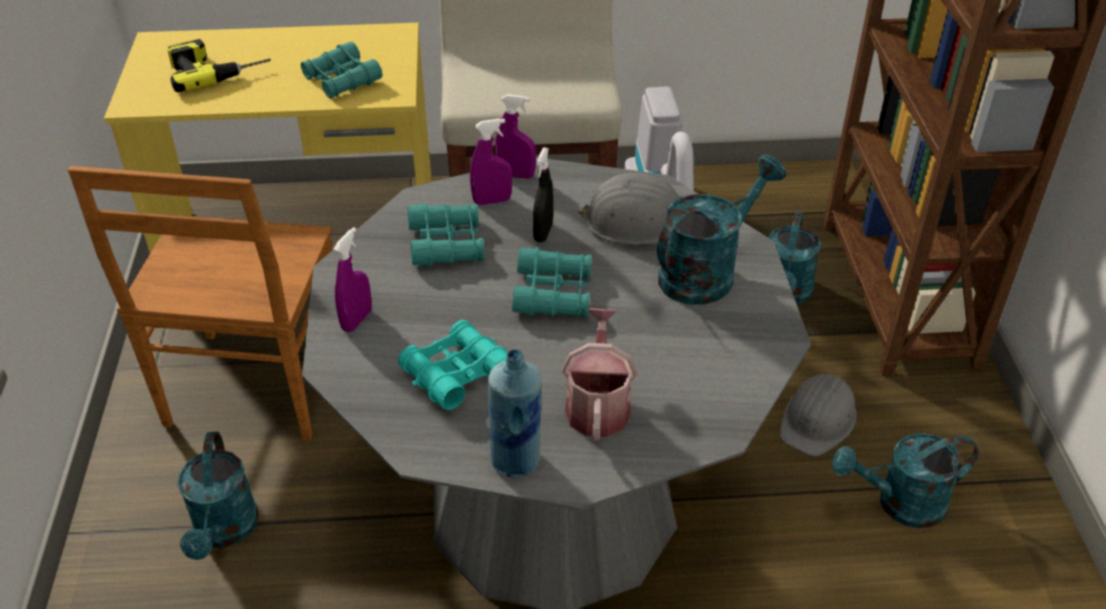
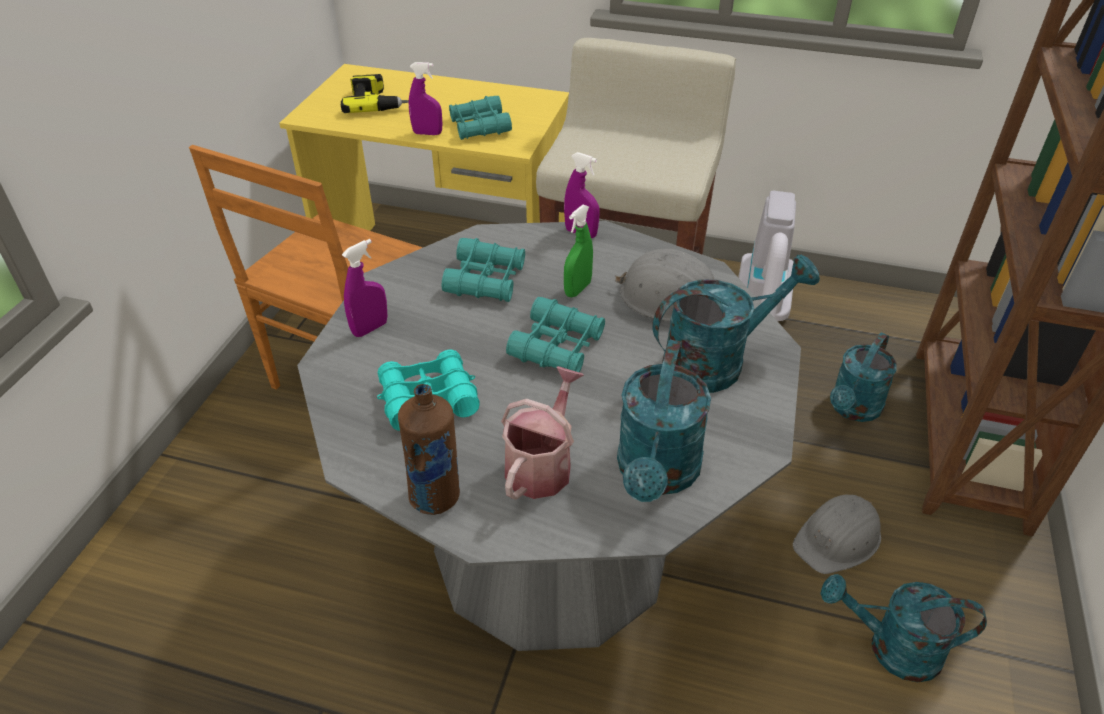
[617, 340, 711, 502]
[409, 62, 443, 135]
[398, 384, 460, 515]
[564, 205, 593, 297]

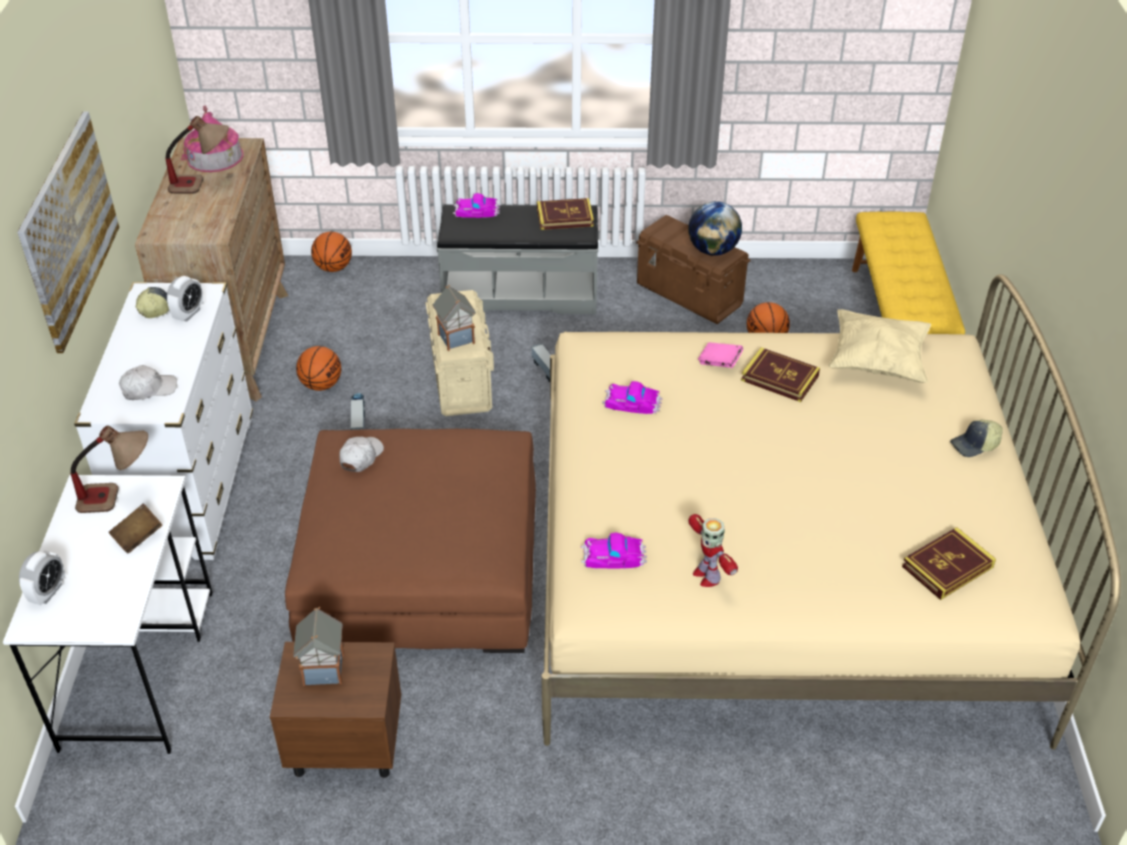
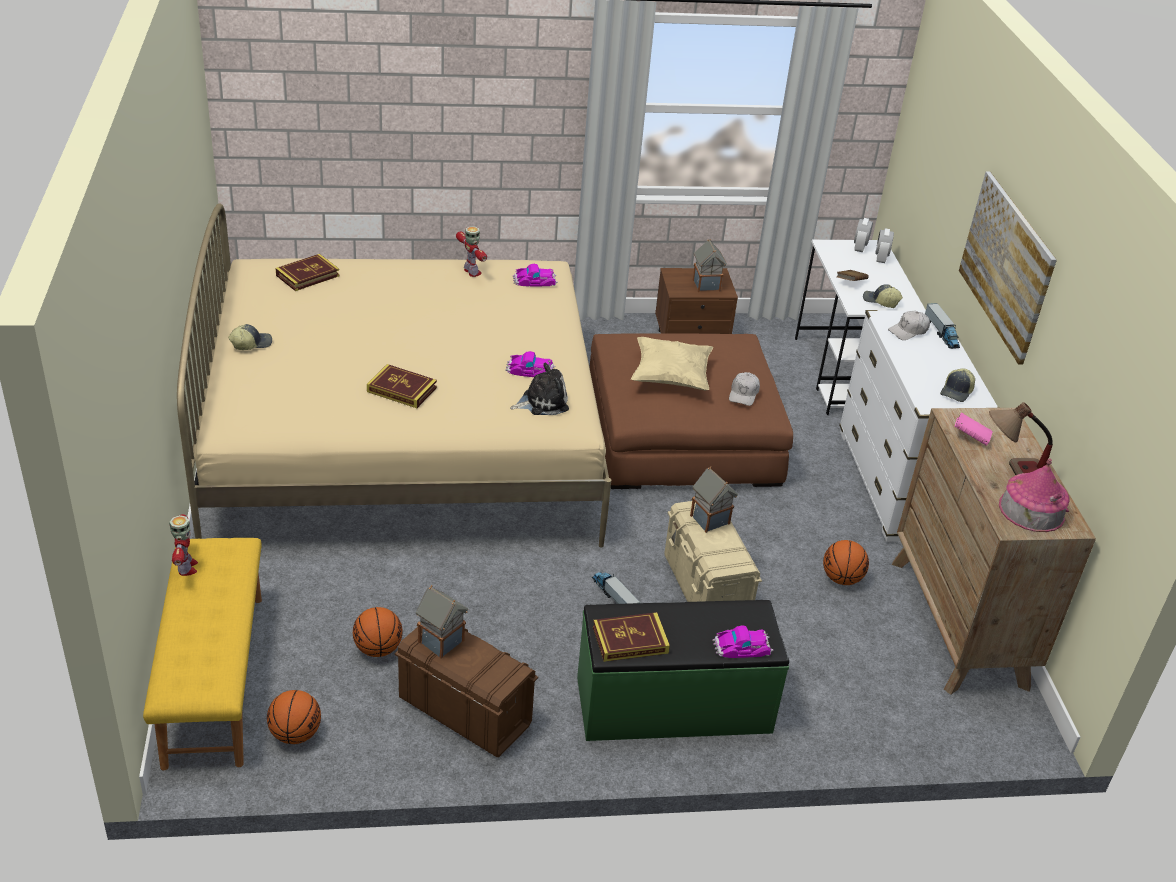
[169, 514, 198, 576]
[510, 363, 569, 415]
[854, 218, 873, 252]
[267, 690, 321, 744]
[925, 303, 960, 349]
[955, 412, 992, 446]
[631, 337, 713, 391]
[863, 284, 903, 308]
[416, 585, 468, 659]
[577, 600, 789, 741]

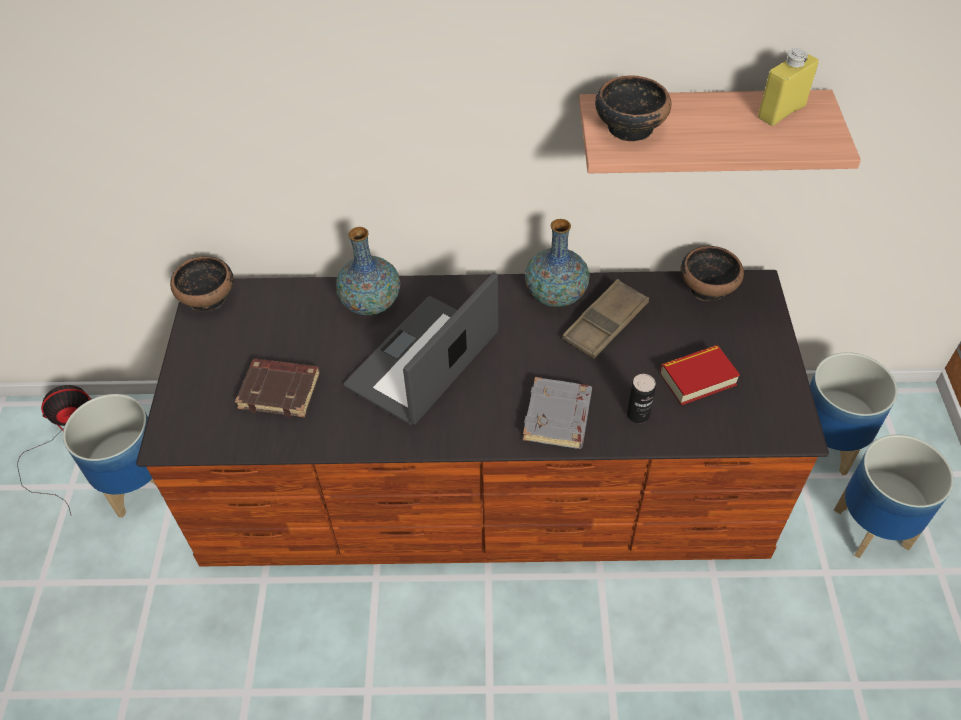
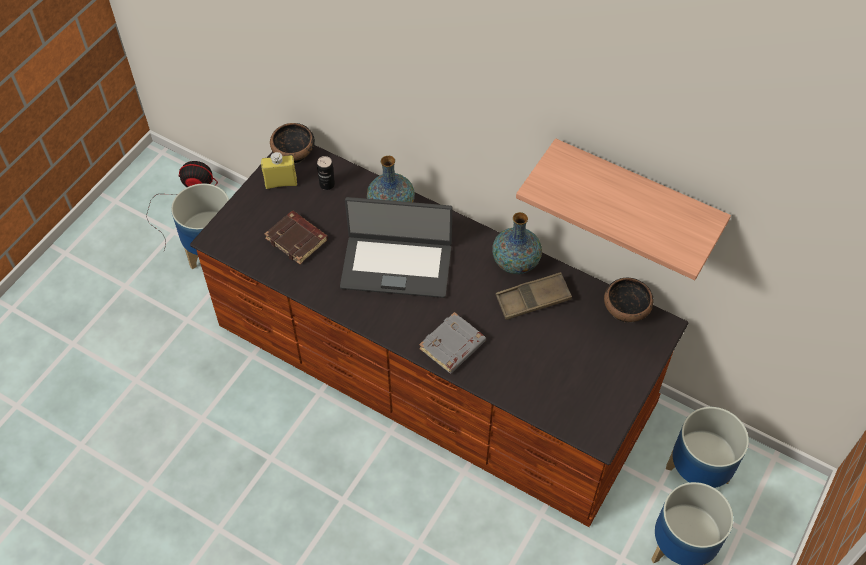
[595, 76, 671, 142] (first image)
[660, 345, 740, 406] (first image)
[317, 156, 335, 190]
[261, 152, 297, 189]
[340, 197, 453, 298]

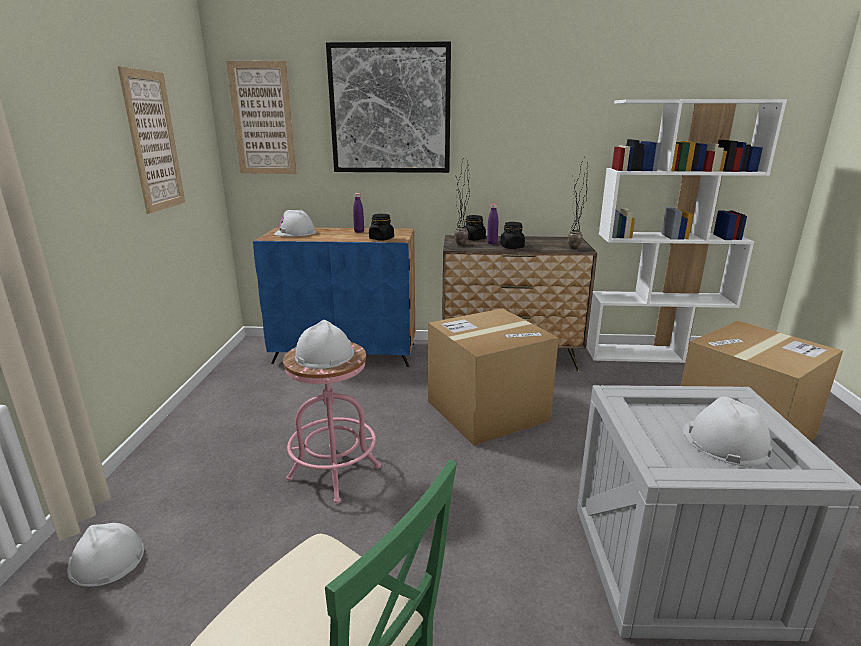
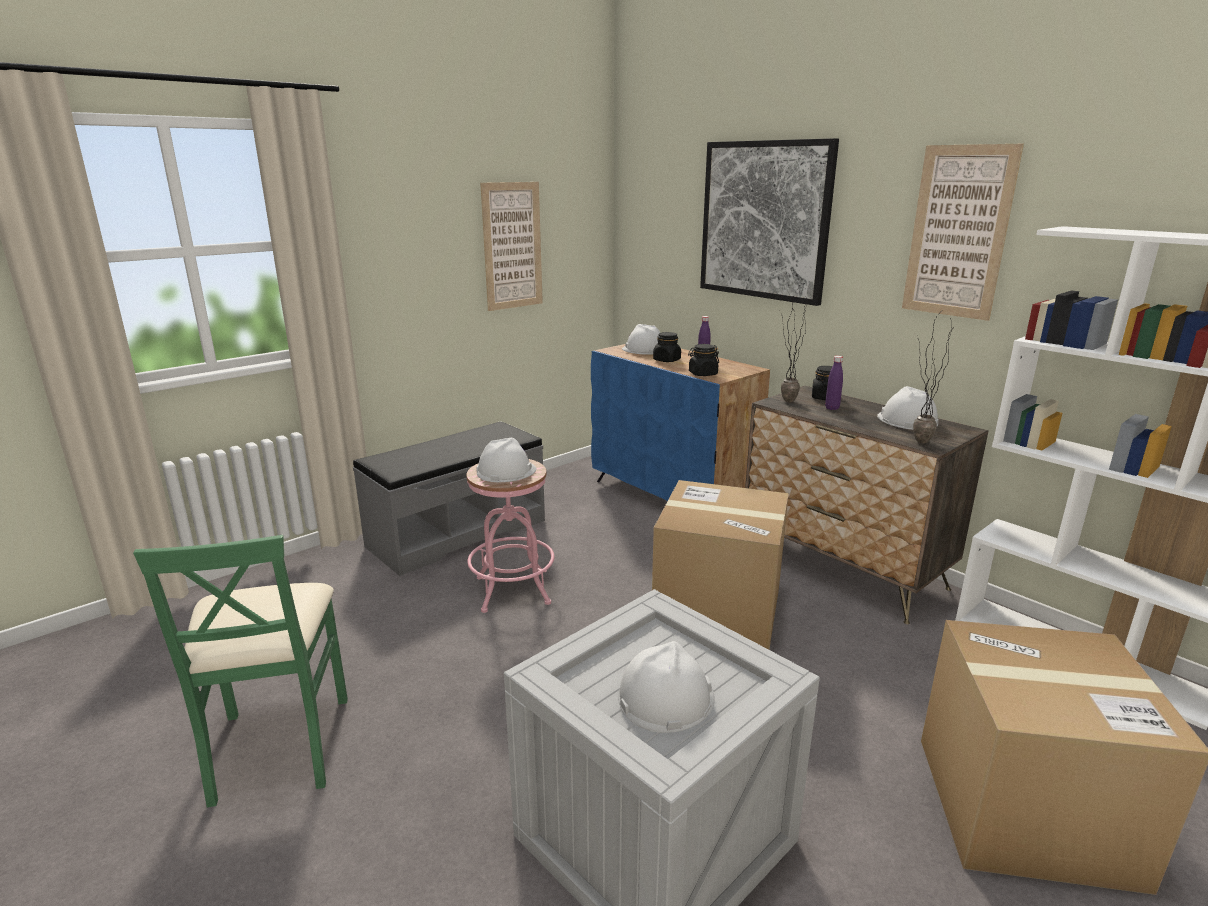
[353, 421, 545, 576]
[877, 386, 939, 430]
[902, 144, 1024, 321]
[653, 332, 681, 362]

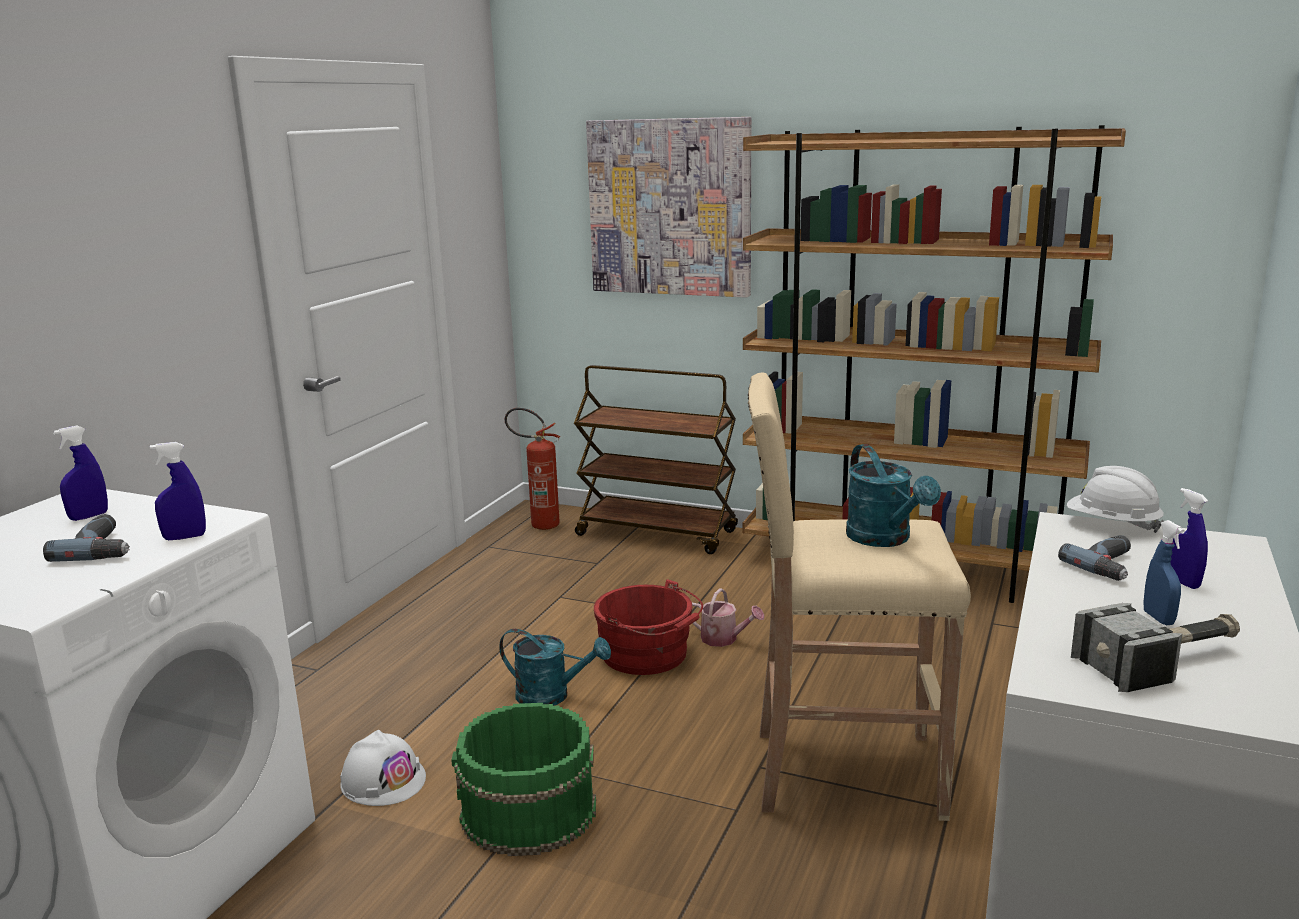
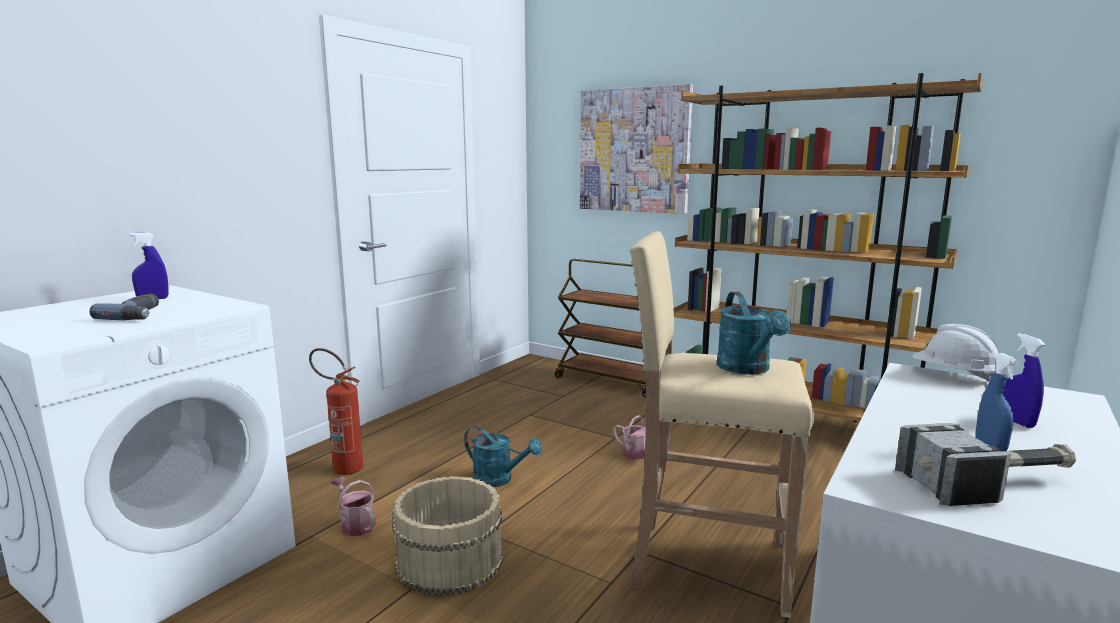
[150, 442, 206, 540] (first image)
[594, 579, 703, 675] (first image)
[1058, 535, 1131, 581] (first image)
[309, 348, 363, 475]
[331, 477, 376, 536]
[392, 476, 504, 596]

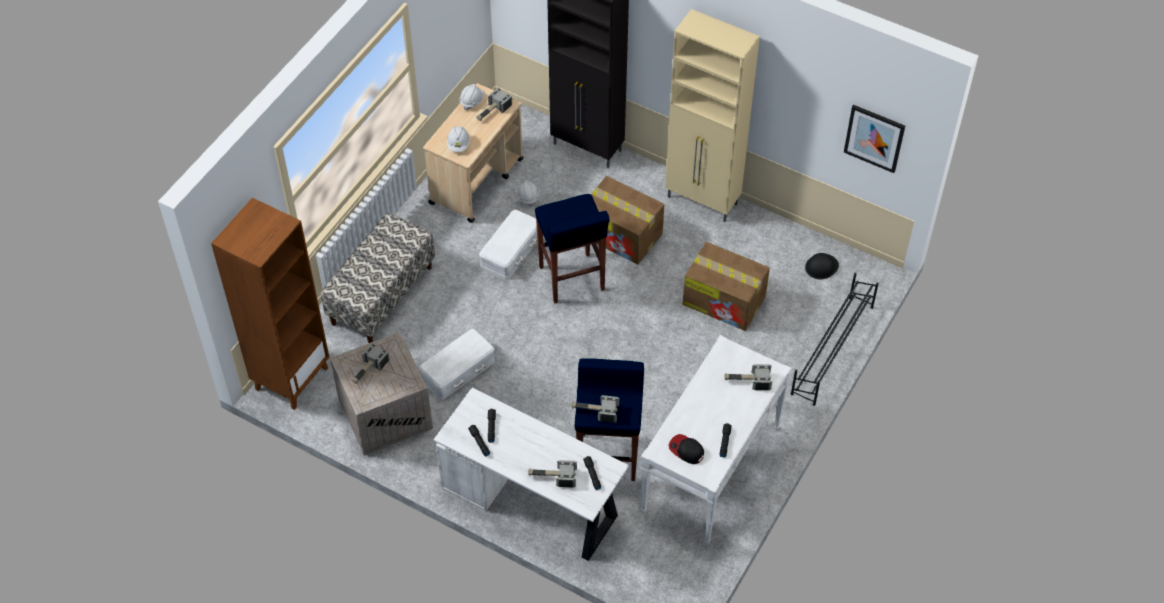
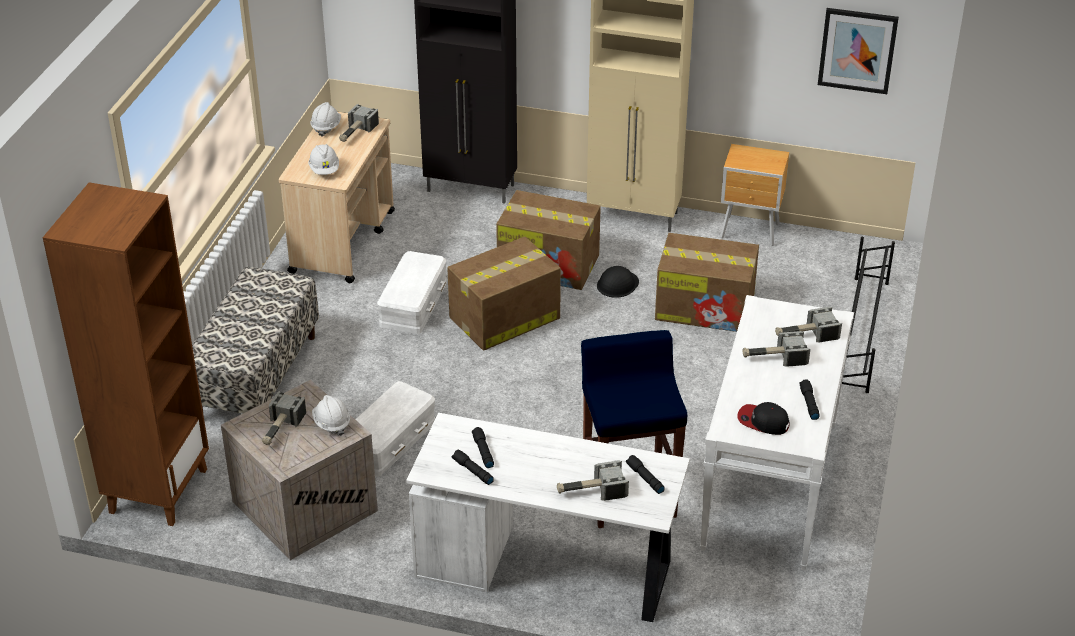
[720, 144, 789, 246]
[312, 395, 350, 436]
[742, 331, 810, 367]
[597, 266, 639, 298]
[447, 237, 561, 351]

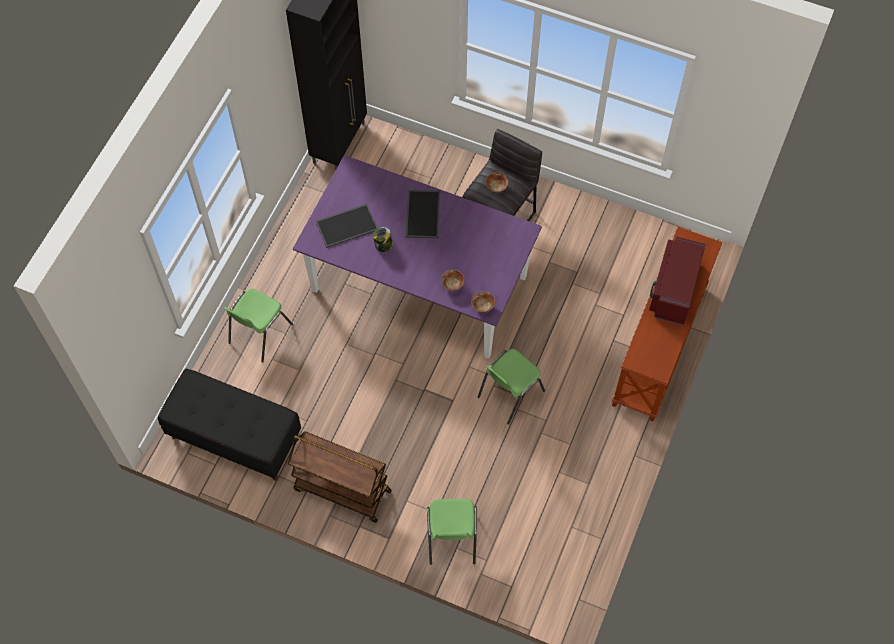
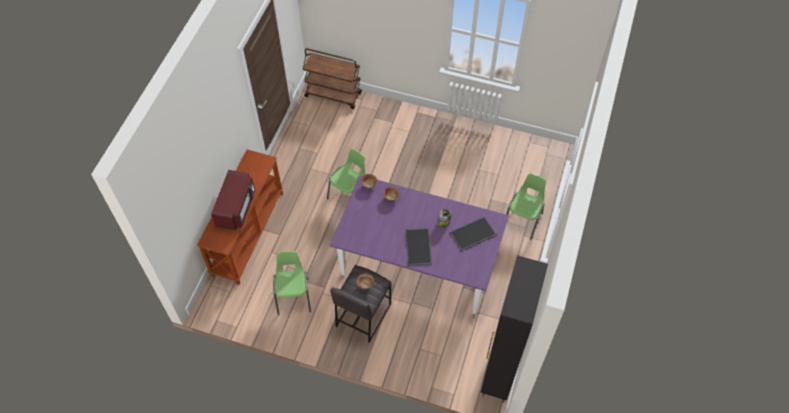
[158, 368, 301, 481] (first image)
[303, 48, 362, 109]
[273, 251, 311, 315]

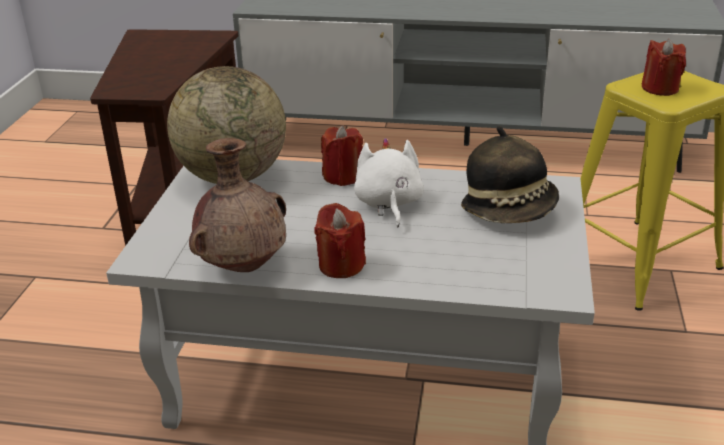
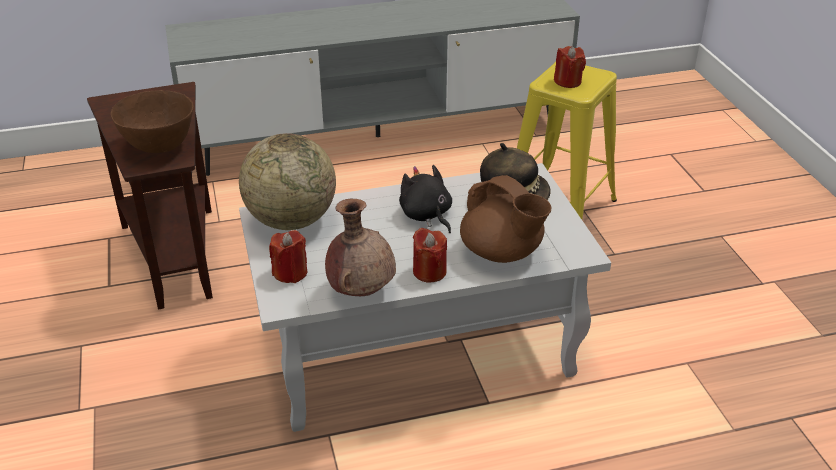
[111, 90, 194, 153]
[460, 175, 552, 263]
[269, 230, 307, 283]
[399, 165, 452, 233]

